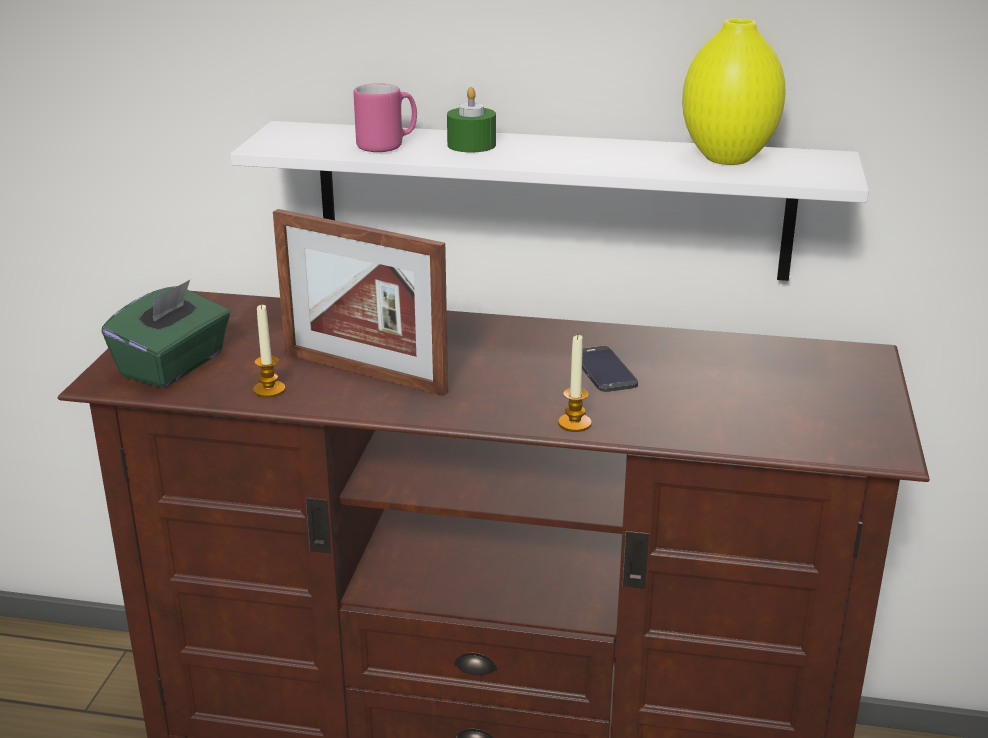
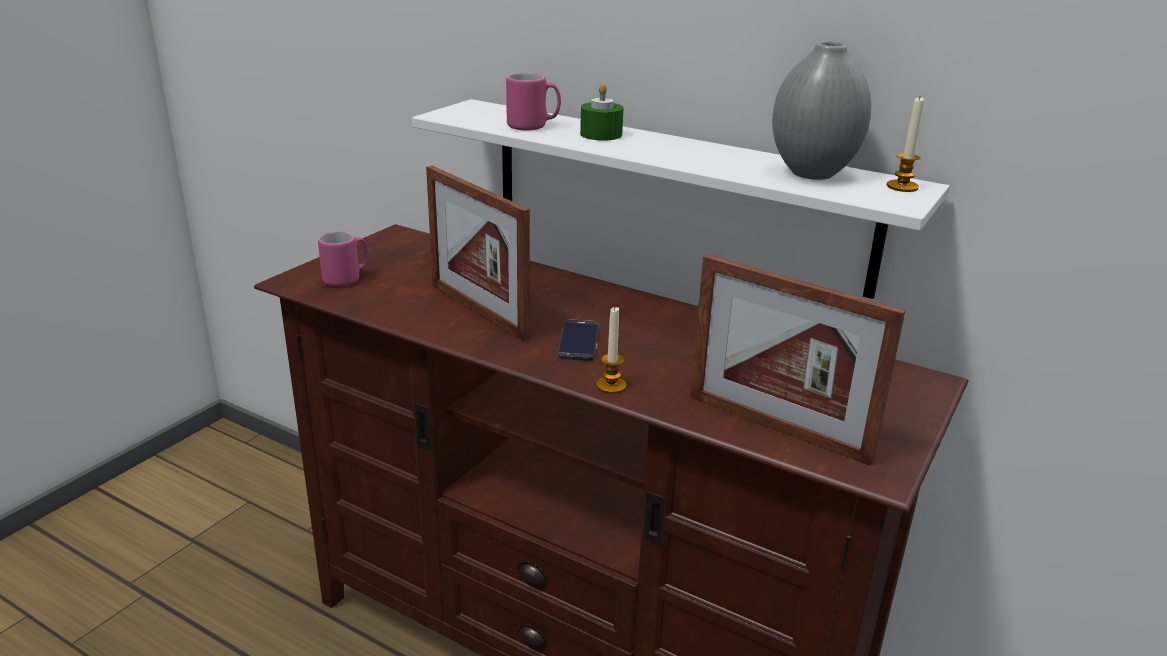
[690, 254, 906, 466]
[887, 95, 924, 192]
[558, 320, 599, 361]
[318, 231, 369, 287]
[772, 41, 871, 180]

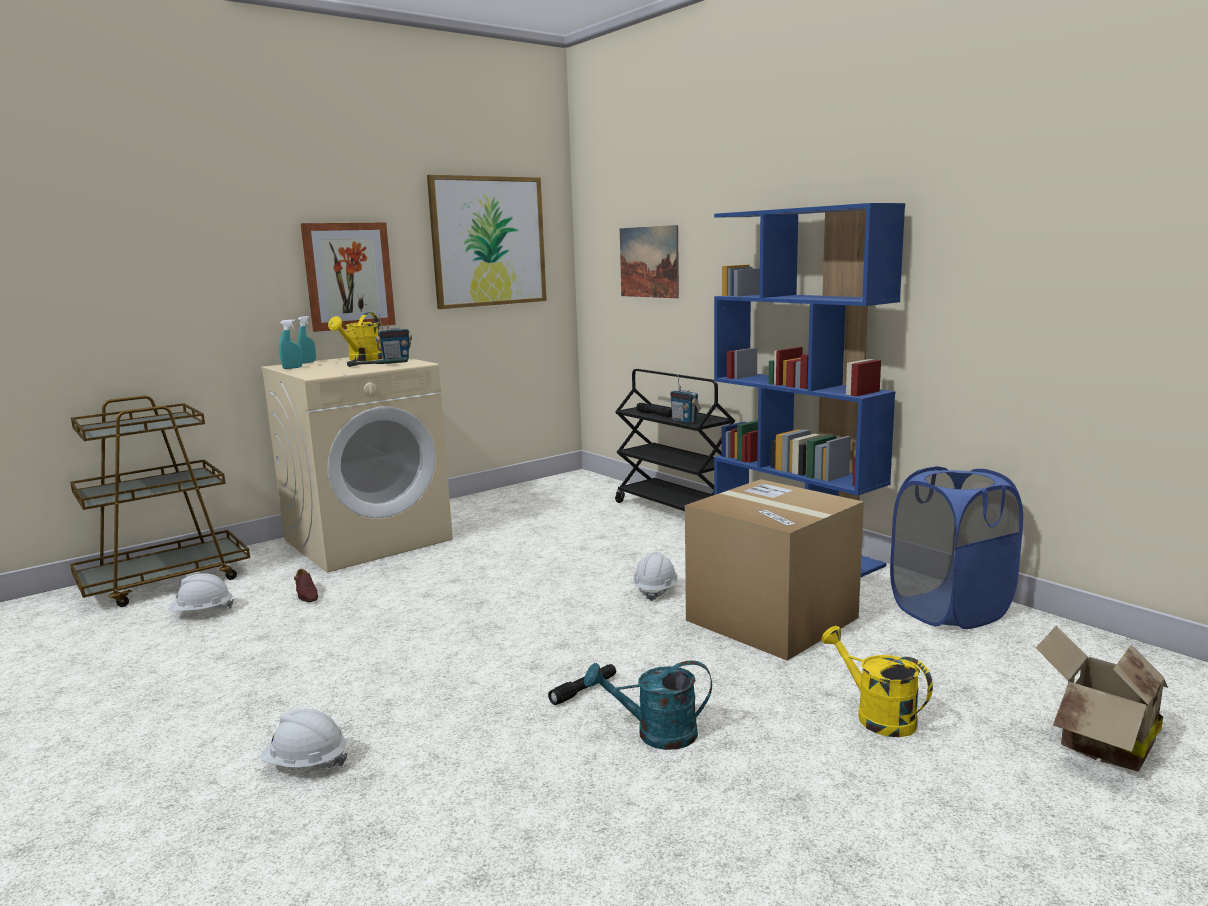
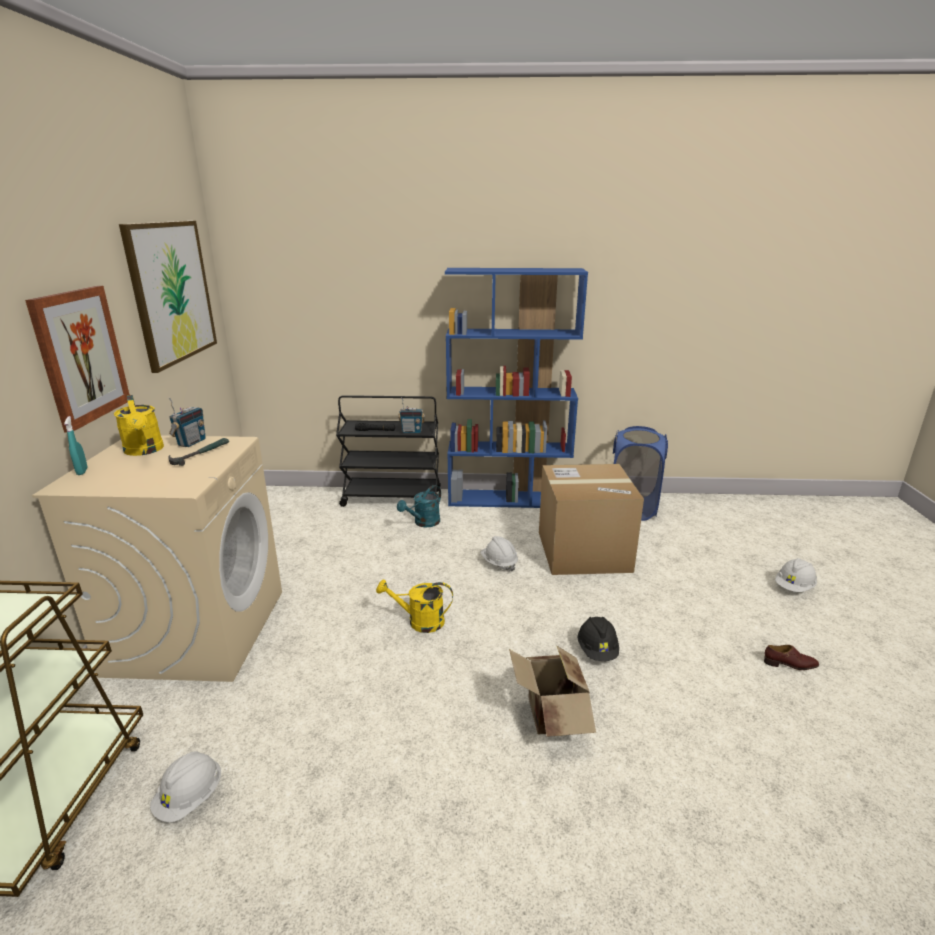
[279, 319, 302, 369] (first image)
[620, 225, 679, 298] (first image)
[775, 558, 817, 592]
[764, 645, 819, 670]
[397, 485, 441, 527]
[376, 580, 453, 633]
[509, 645, 596, 737]
[578, 617, 619, 661]

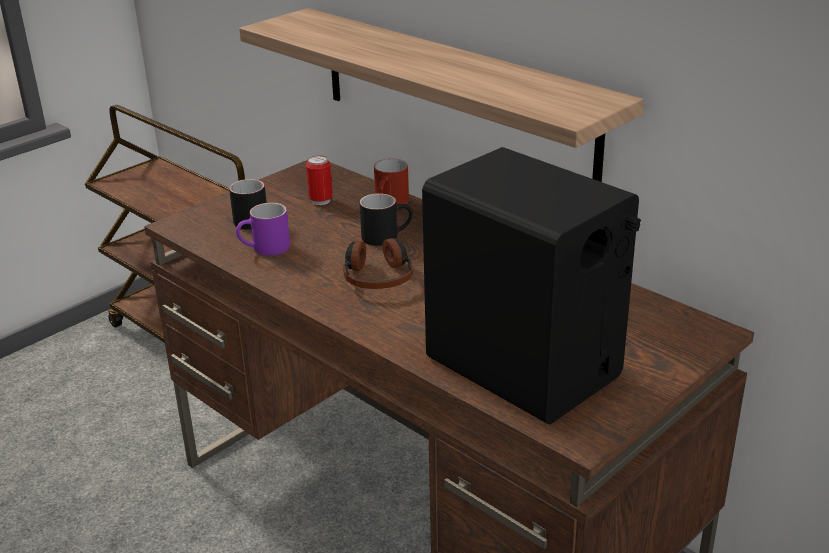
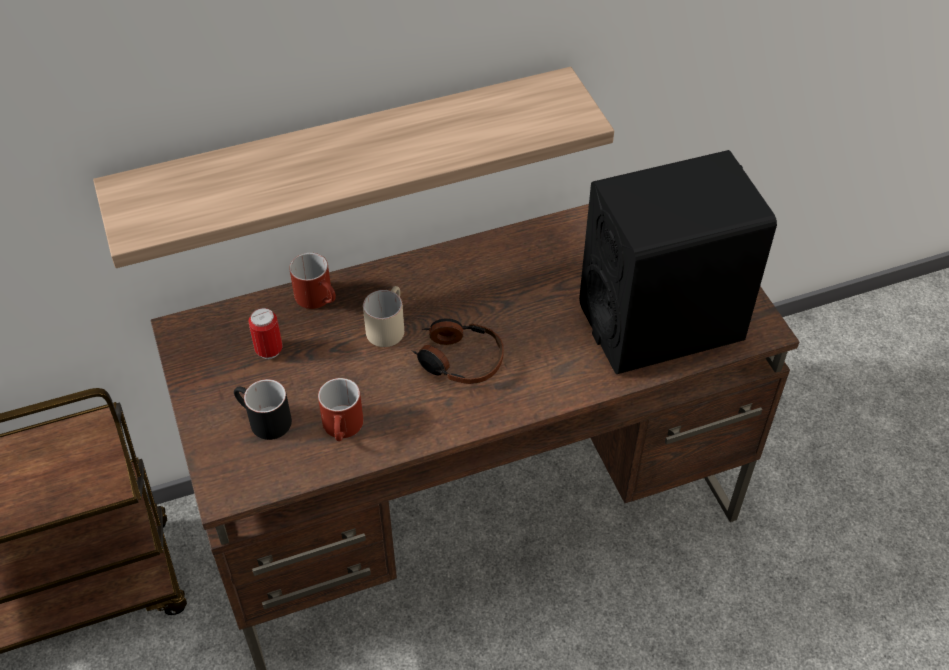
[318, 378, 363, 441]
[363, 286, 404, 347]

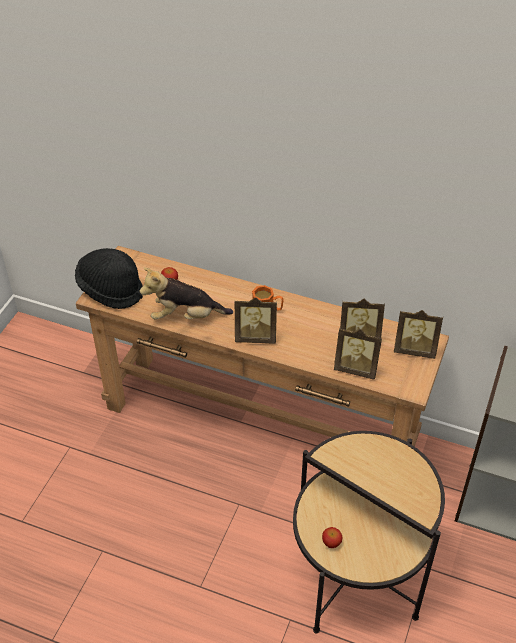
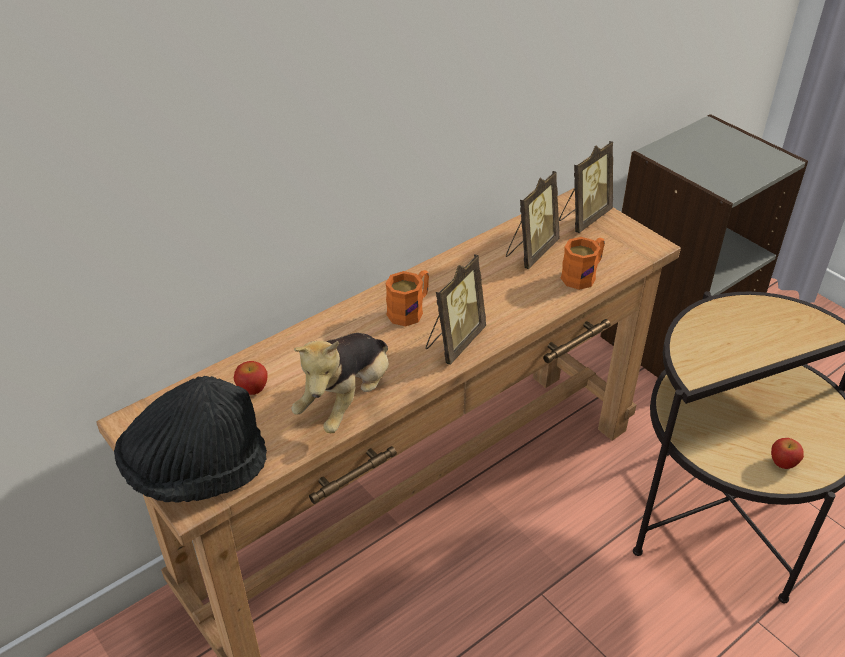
[561, 237, 605, 290]

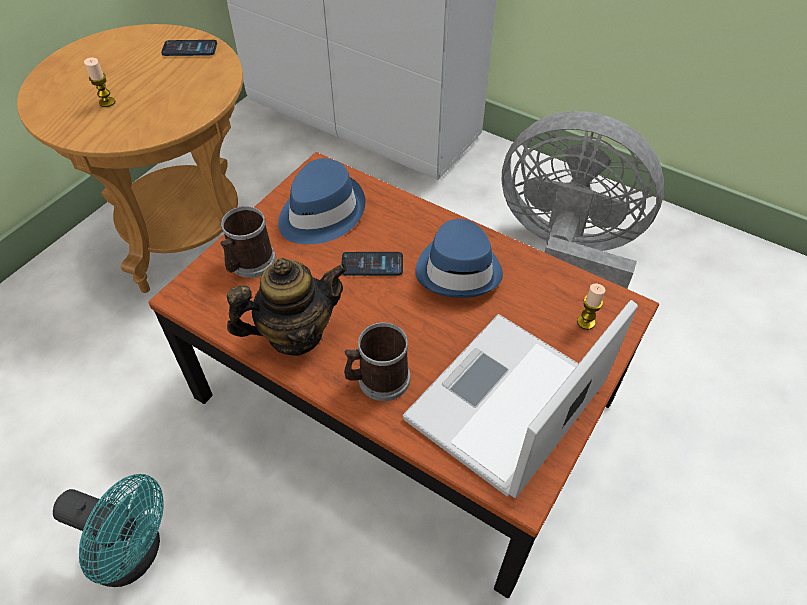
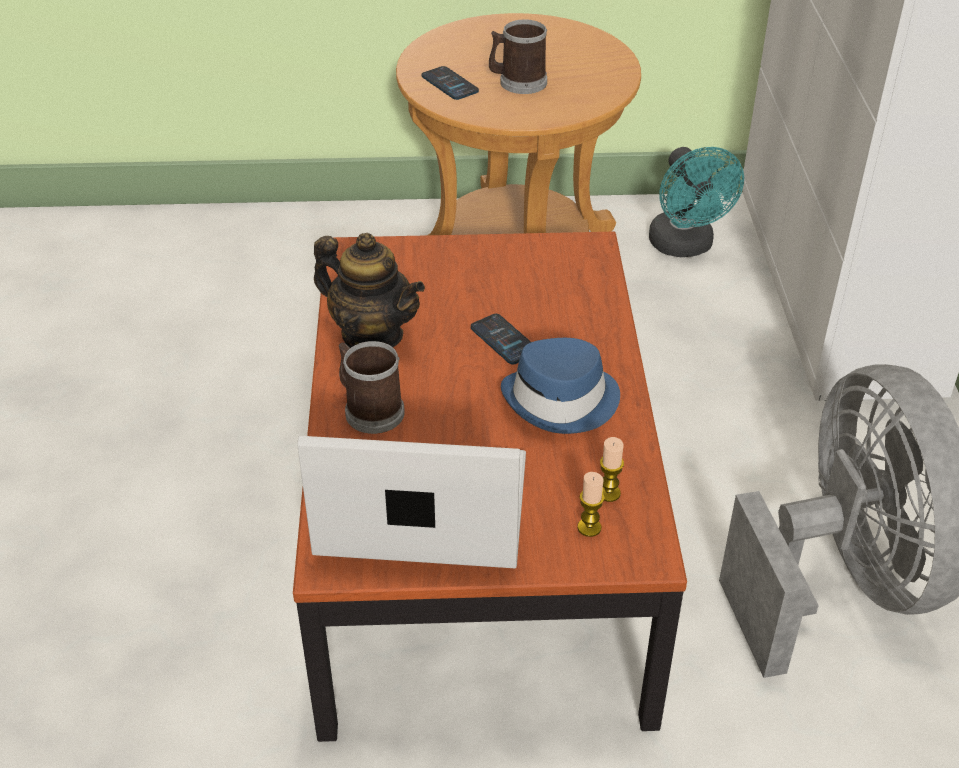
[278, 158, 365, 244] (first image)
[649, 147, 744, 257]
[600, 437, 624, 502]
[421, 66, 479, 100]
[489, 19, 547, 94]

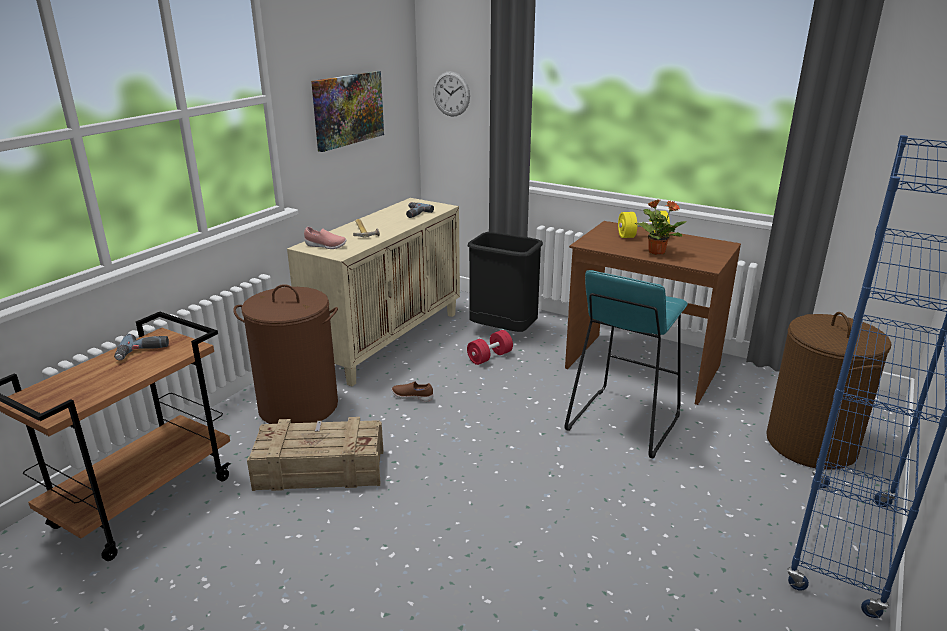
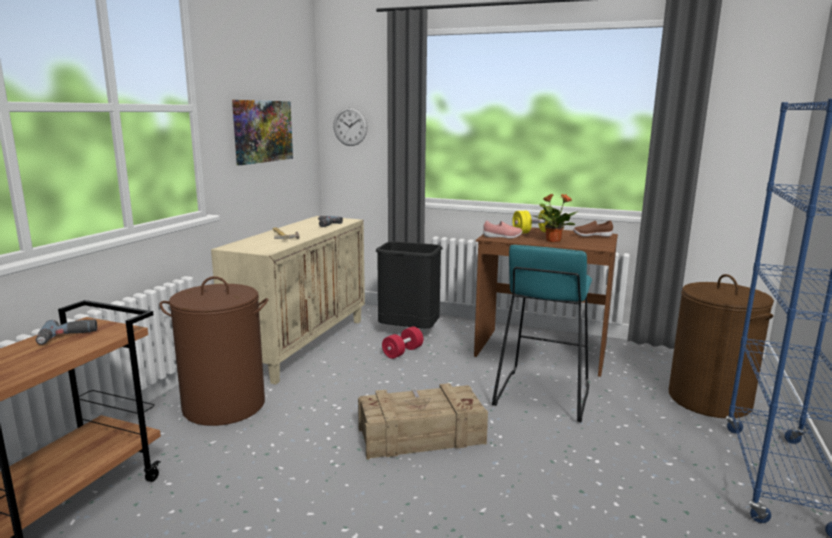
[358, 383, 488, 460]
[483, 220, 522, 239]
[573, 221, 613, 237]

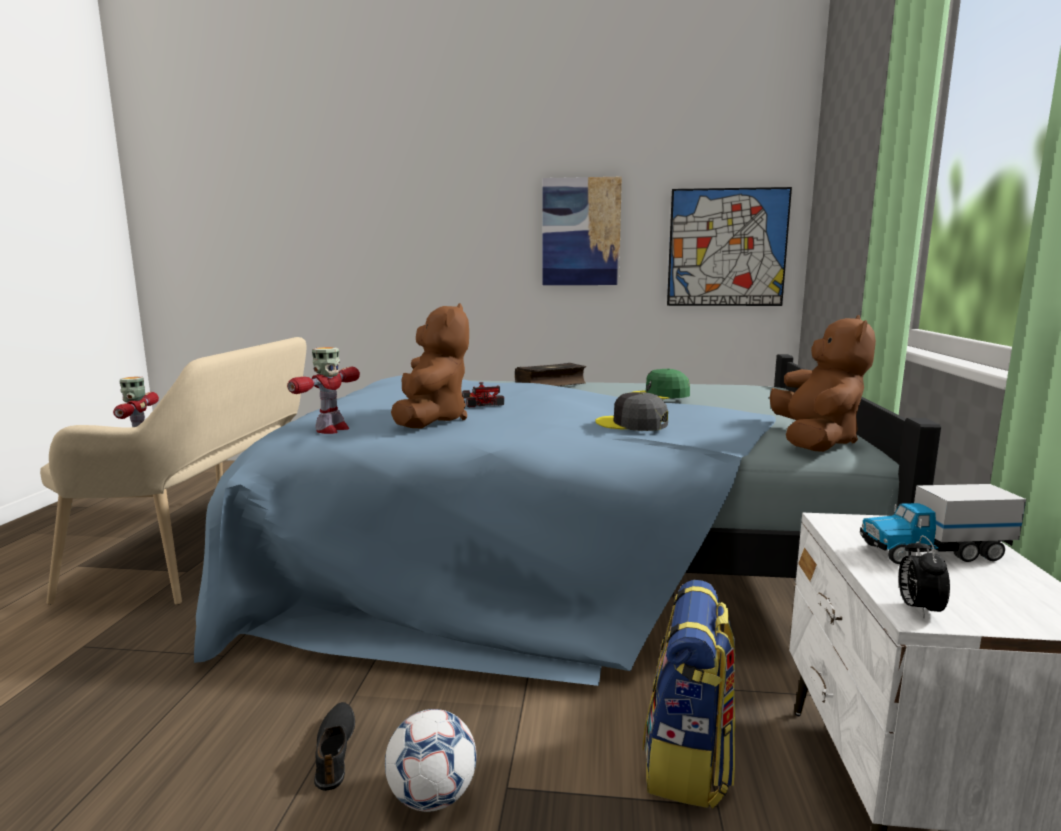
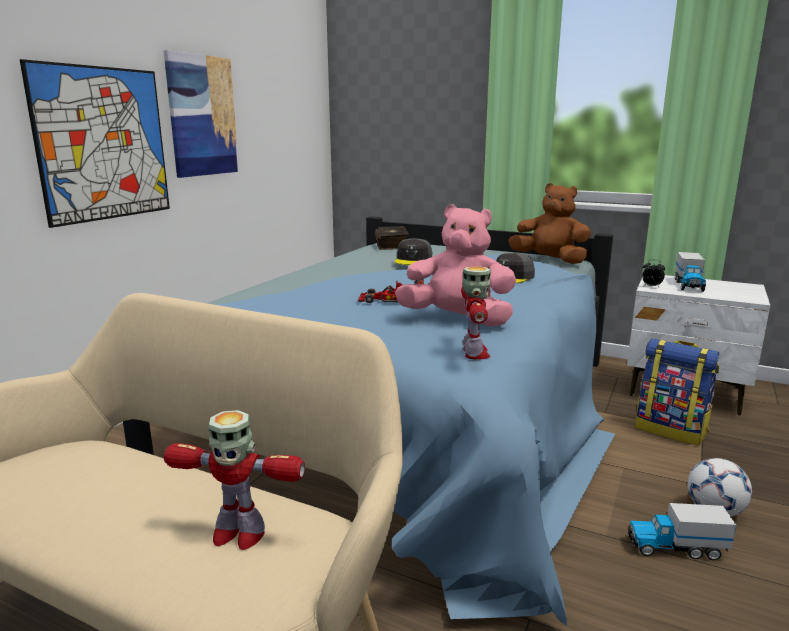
[375, 226, 409, 250]
[20, 59, 170, 228]
[642, 260, 665, 287]
[627, 503, 736, 560]
[395, 204, 516, 327]
[395, 238, 432, 265]
[461, 266, 491, 360]

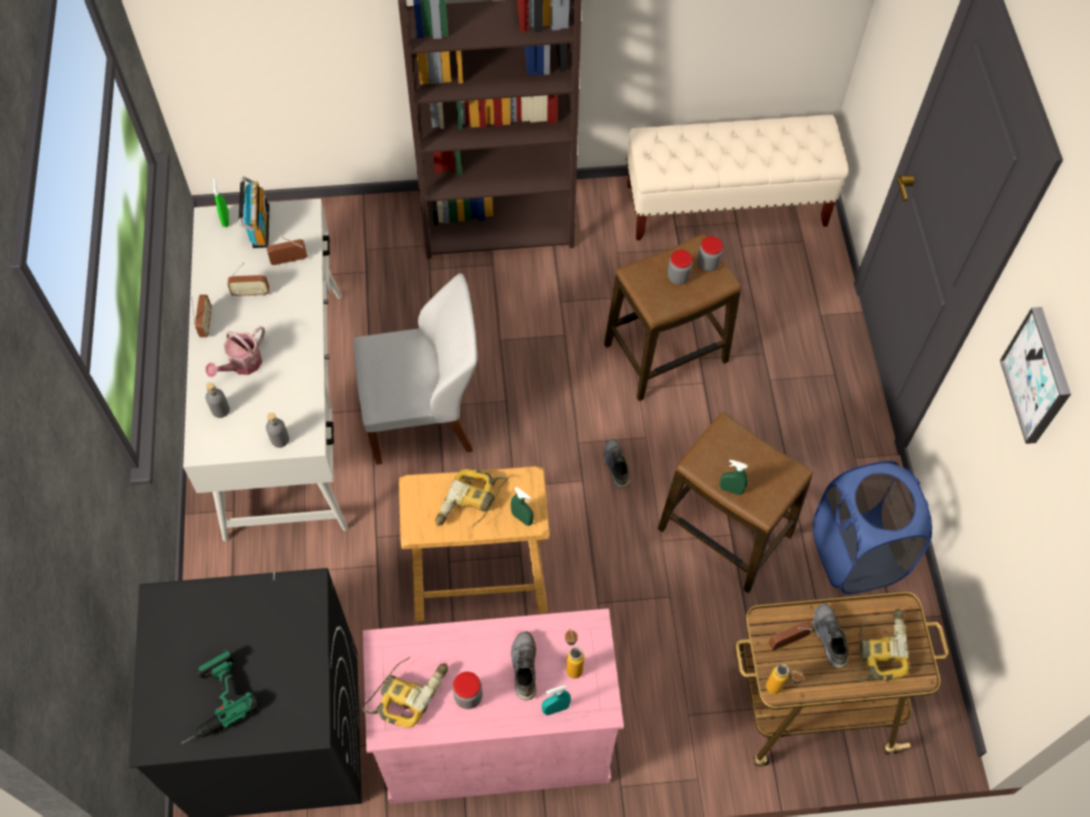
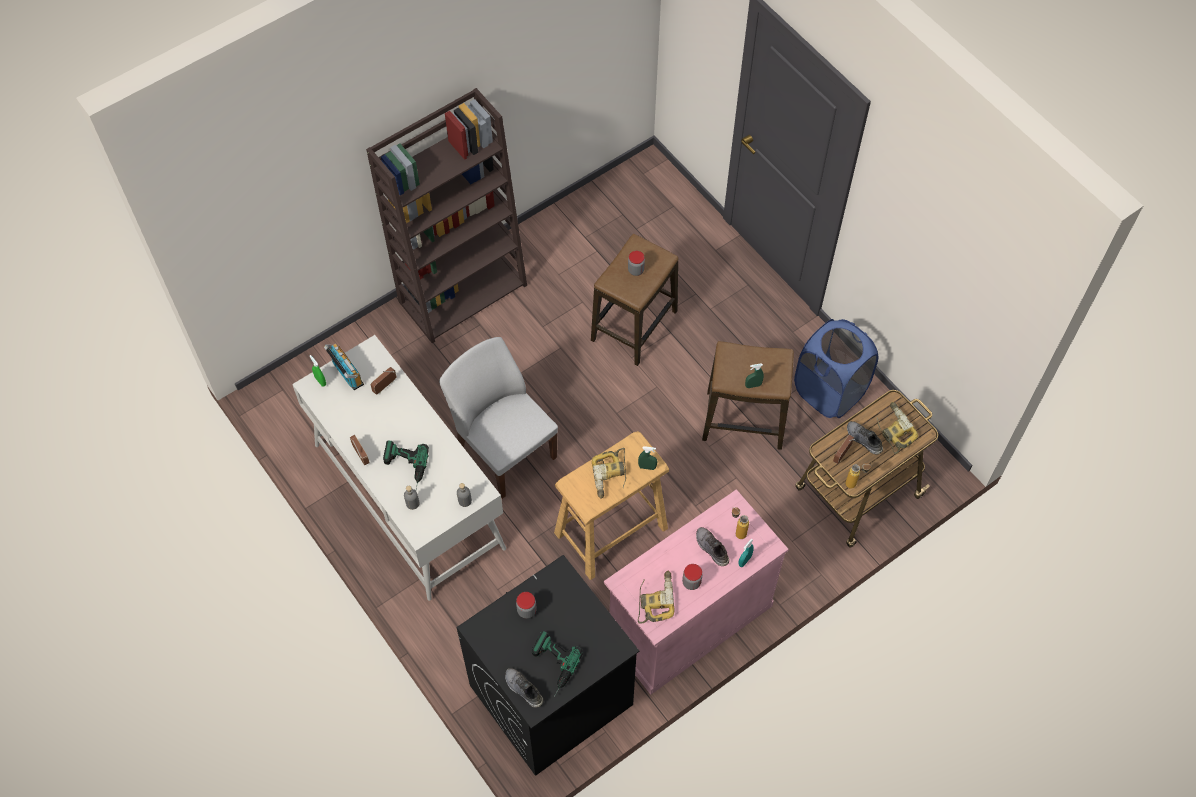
[227, 263, 269, 298] (first image)
[626, 115, 849, 240] (first image)
[1000, 307, 1071, 444] (first image)
[505, 668, 543, 708]
[516, 592, 537, 618]
[383, 441, 429, 489]
[439, 337, 558, 499]

